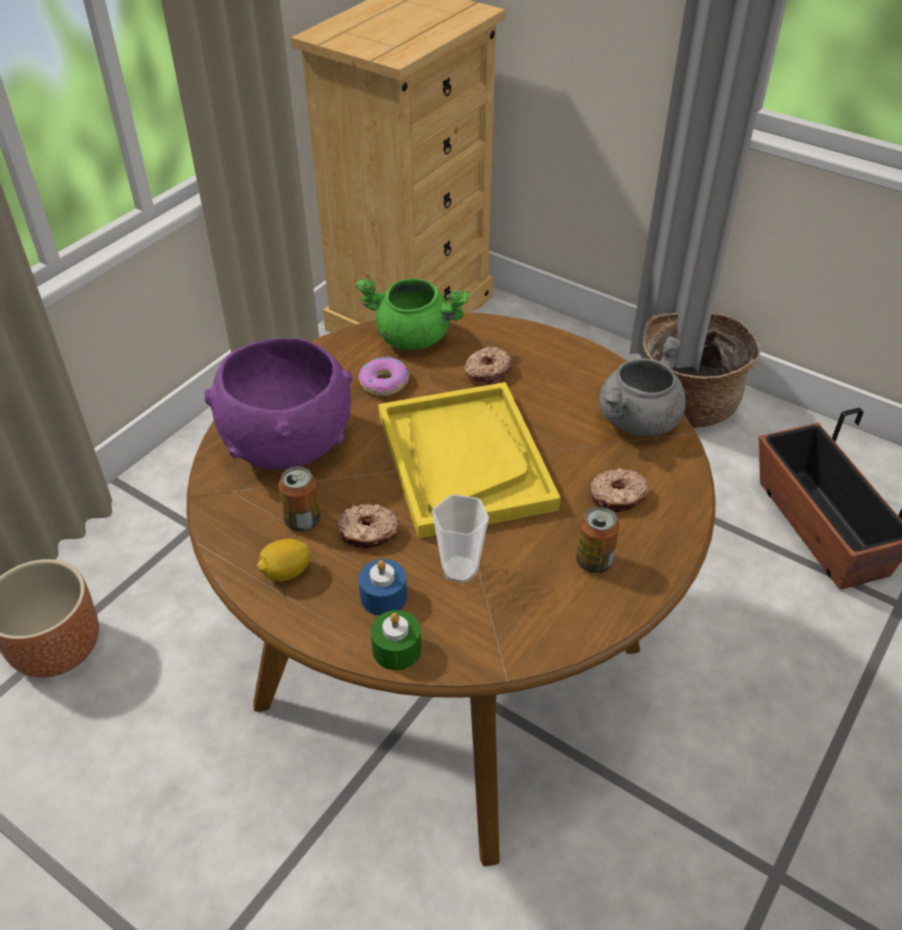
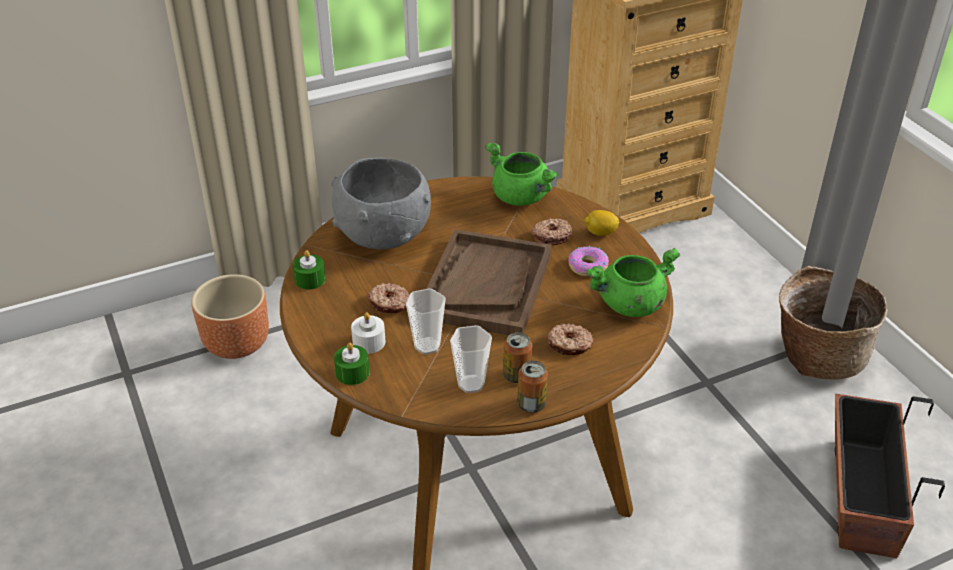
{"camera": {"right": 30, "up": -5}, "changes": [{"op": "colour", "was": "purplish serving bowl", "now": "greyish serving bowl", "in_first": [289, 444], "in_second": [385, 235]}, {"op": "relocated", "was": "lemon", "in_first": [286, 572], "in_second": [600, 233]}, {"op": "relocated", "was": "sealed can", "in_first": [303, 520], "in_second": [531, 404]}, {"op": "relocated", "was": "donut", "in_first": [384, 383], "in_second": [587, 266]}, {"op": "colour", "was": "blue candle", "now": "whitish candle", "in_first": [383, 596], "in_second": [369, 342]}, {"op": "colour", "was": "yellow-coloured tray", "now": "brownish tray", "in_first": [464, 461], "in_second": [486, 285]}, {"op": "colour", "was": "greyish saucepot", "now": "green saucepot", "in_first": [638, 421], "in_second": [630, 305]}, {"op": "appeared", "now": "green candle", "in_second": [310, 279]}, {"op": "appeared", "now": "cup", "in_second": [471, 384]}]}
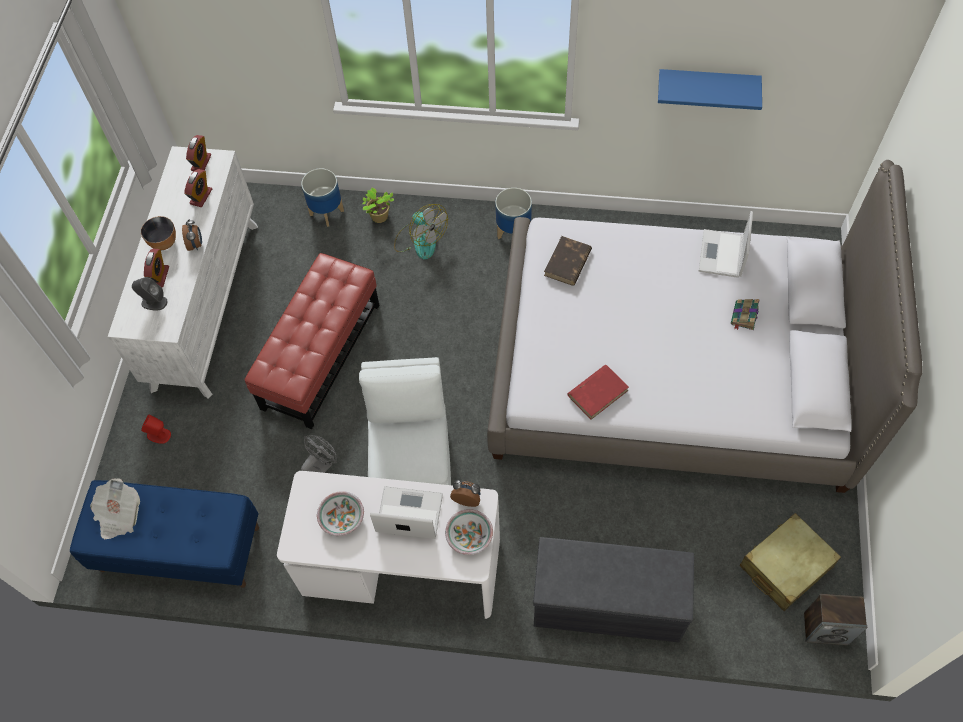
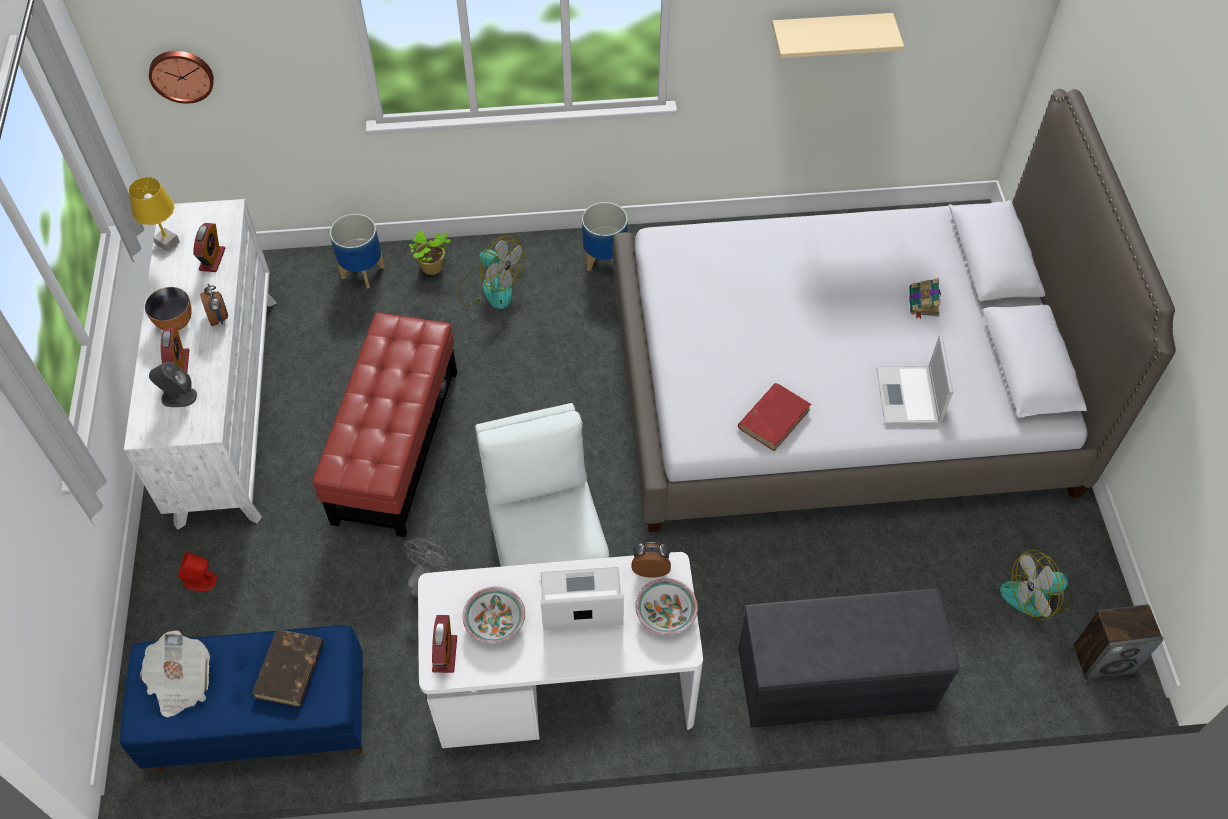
{"camera": {"right": -15, "up": -5}, "changes": [{"op": "relocated", "was": "alarm clock", "in_first": [201, 162], "in_second": [444, 654]}, {"op": "relocated", "was": "brownish volume", "in_first": [567, 263], "in_second": [289, 670]}, {"op": "colour", "was": "blue bracket shelf", "now": "beige-coloured bracket shelf", "in_first": [707, 85], "in_second": [829, 34]}, {"op": "relocated", "was": "portable computer", "in_first": [722, 255], "in_second": [908, 397]}, {"op": "exchanged", "was": "beige-coloured travel case", "now": "cooling fan", "in_first": [785, 566], "in_second": [1036, 595]}, {"op": "appeared", "now": "yellow-coloured table lamp", "in_second": [167, 243]}, {"op": "appeared", "now": "wall clock", "in_second": [181, 74]}]}
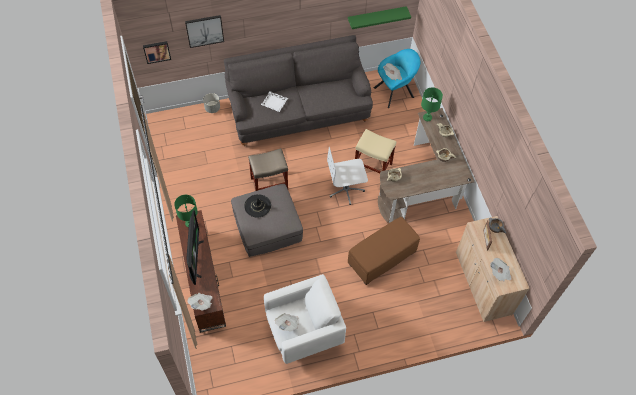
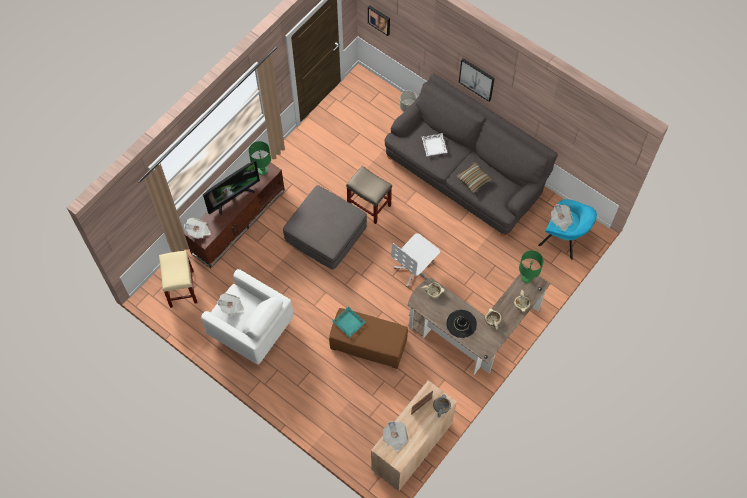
{"camera": {"right": 55, "up": 5}, "changes": [{"op": "relocated", "was": "wall art", "in_first": [204, 30], "in_second": [477, 79]}, {"op": "relocated", "was": "black-coloured hat", "in_first": [257, 206], "in_second": [461, 324]}, {"op": "spun", "was": "whitish computer chair", "in_first": [346, 189], "in_second": [415, 270], "clockwise": -90}, {"op": "missing", "was": "green bracket shelf", "in_first": [376, 17]}, {"op": "relocated", "was": "beige-coloured stool", "in_first": [372, 166], "in_second": [181, 288]}, {"op": "appeared", "now": "turquoise-coloured tray", "in_second": [349, 323]}, {"op": "appeared", "now": "throw pillow", "in_second": [474, 180]}]}
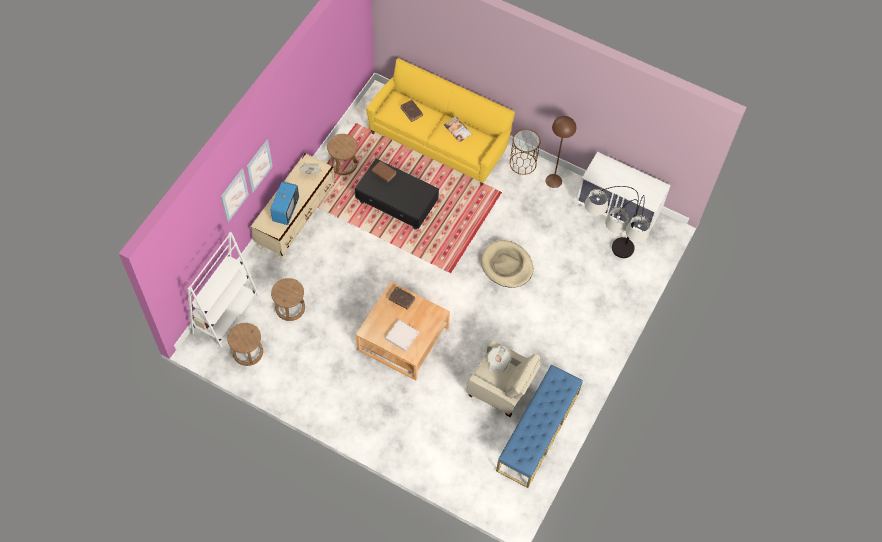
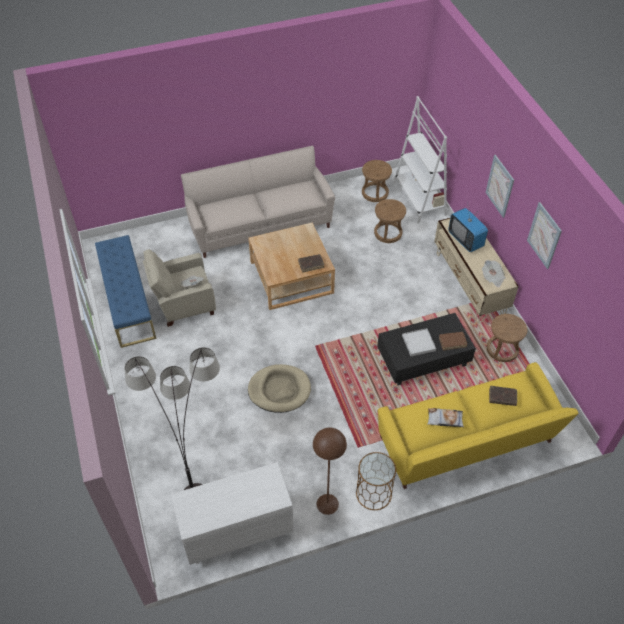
{"camera": {"right": 135, "up": -10}, "changes": [{"op": "relocated", "was": "wall art", "in_first": [234, 195], "in_second": [544, 235]}, {"op": "relocated", "was": "whitish tray", "in_first": [402, 336], "in_second": [418, 343]}, {"op": "appeared", "now": "beige-coloured couch", "in_second": [259, 223]}]}
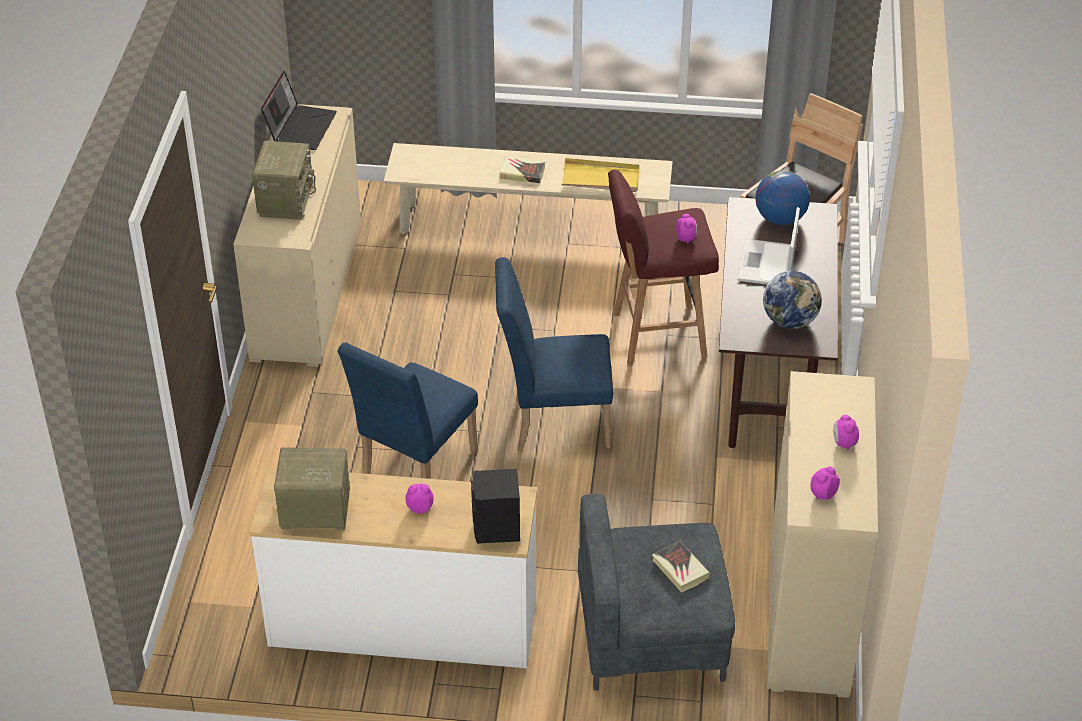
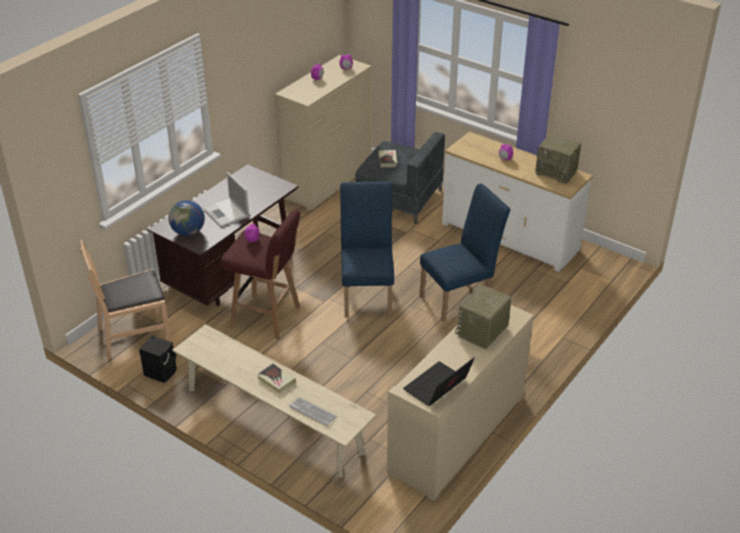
{"camera": {"right": -150, "up": -5}, "changes": [{"op": "relocated", "was": "black-coloured speaker", "in_first": [496, 529], "in_second": [161, 372]}, {"op": "spun", "was": "blue chair", "in_first": [553, 422], "in_second": [367, 294], "clockwise": -120}, {"op": "missing", "was": "yellow-coloured tray", "in_first": [601, 178]}, {"op": "spun", "was": "portable computer", "in_first": [767, 265], "in_second": [226, 213], "clockwise": 105}, {"op": "missing", "was": "world globe", "in_first": [790, 321]}, {"op": "appeared", "now": "keyboard", "in_second": [313, 411]}]}
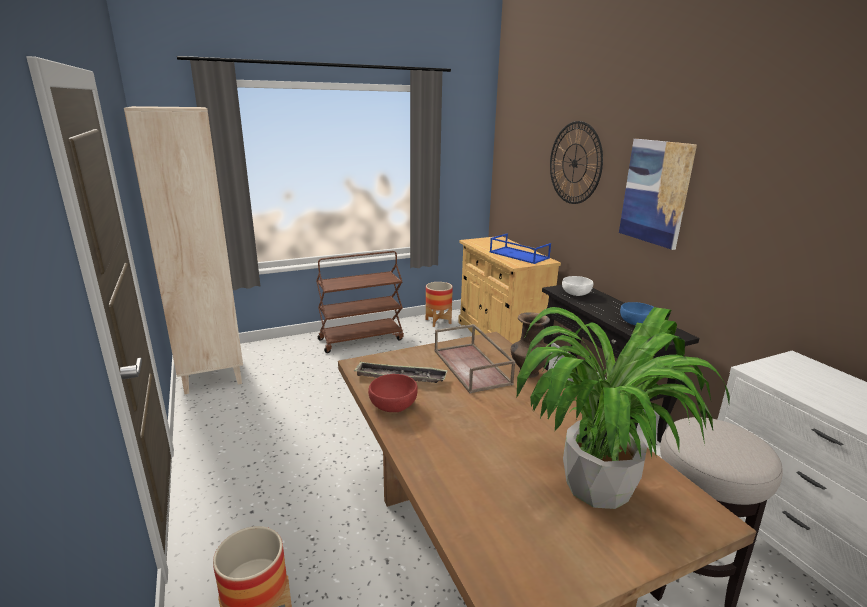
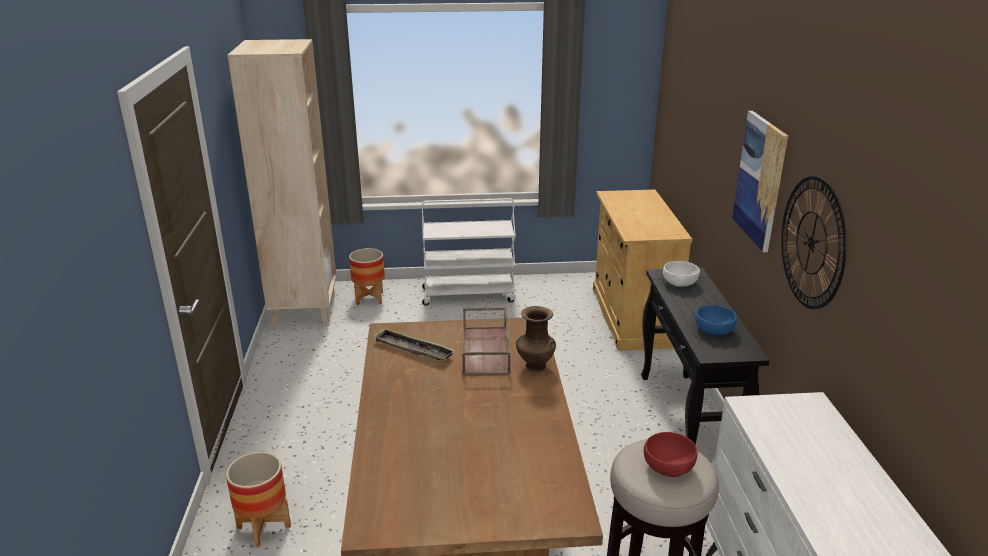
{"camera": {"right": 20, "up": 5}, "changes": [{"op": "colour", "was": "brownish trolley", "now": "whitish trolley", "in_first": [361, 339], "in_second": [469, 294]}, {"op": "relocated", "was": "red-coloured serving bowl", "in_first": [393, 404], "in_second": [668, 466]}, {"op": "relocated", "was": "plant pot", "in_first": [438, 321], "in_second": [369, 298]}, {"op": "missing", "was": "blue tray", "in_first": [518, 255]}, {"op": "missing", "was": "houseplant", "in_first": [597, 487]}, {"op": "relocated", "was": "wall clock", "in_first": [574, 163], "in_second": [812, 242]}]}
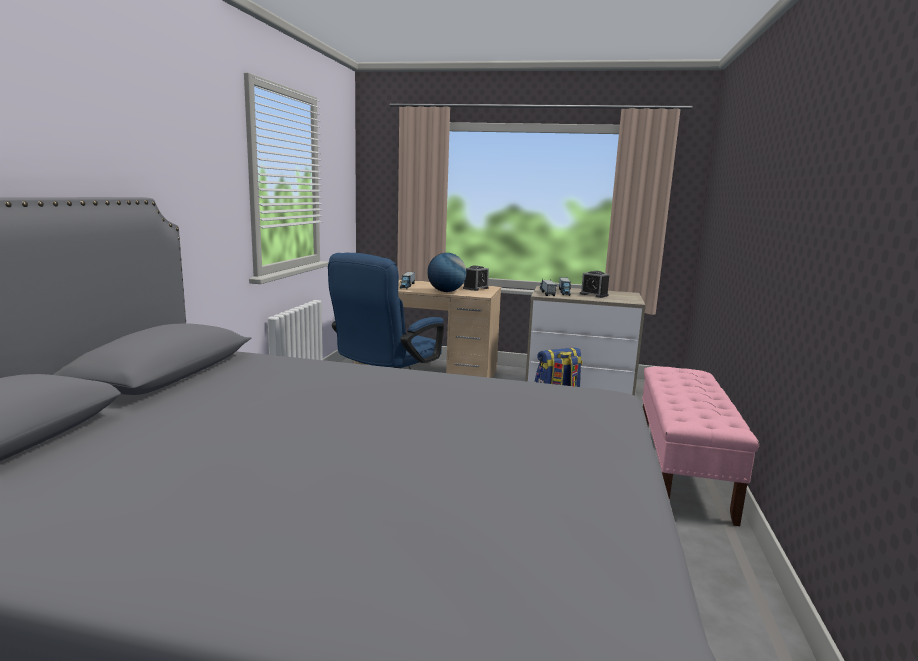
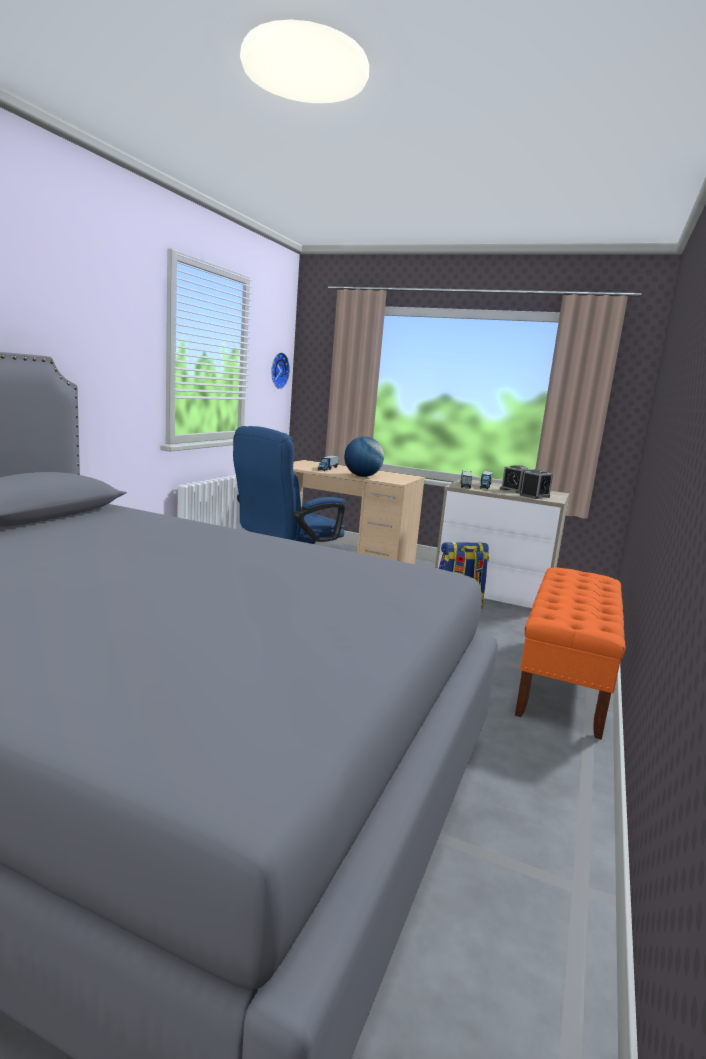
{"camera": {"right": 10, "up": 0}, "changes": [{"op": "relocated", "was": "alarm clock", "in_first": [475, 288], "in_second": [534, 496]}, {"op": "colour", "was": "pink-coloured indoor bench", "now": "orange-coloured indoor bench", "in_first": [682, 472], "in_second": [564, 680]}, {"op": "appeared", "now": "wall clock", "in_second": [278, 370]}]}
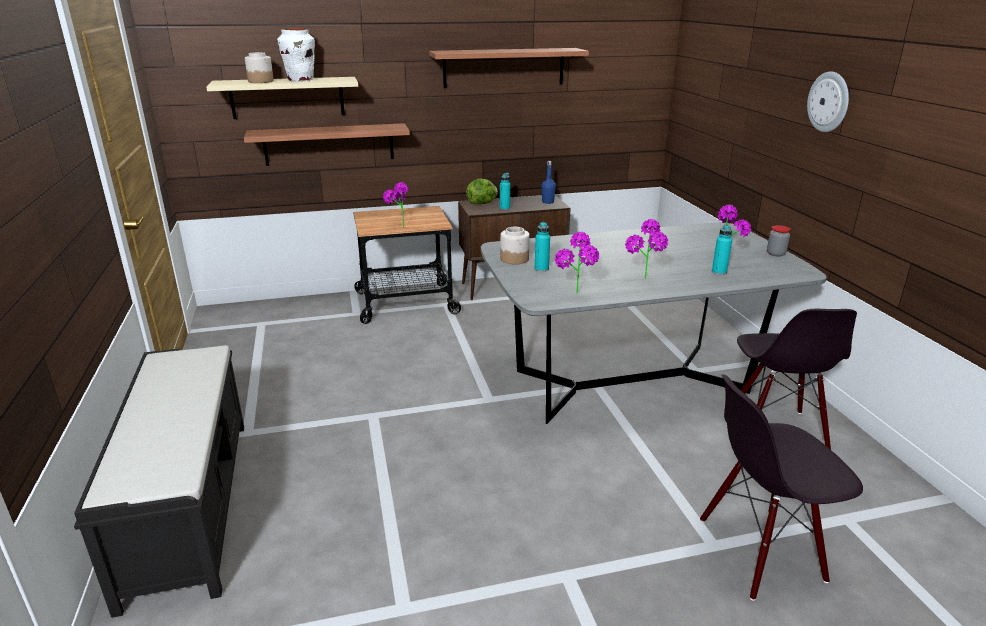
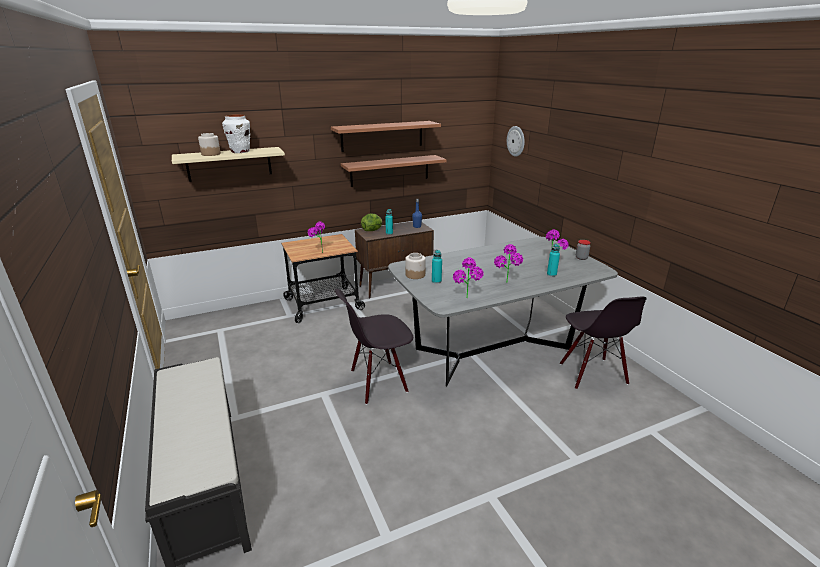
{"camera": {"right": -10, "up": 0}, "changes": [{"op": "relocated", "was": "bracket shelf", "in_first": [329, 144], "in_second": [390, 170]}, {"op": "relocated", "was": "black-coloured chair", "in_first": [760, 551], "in_second": [378, 382]}, {"op": "relocated", "was": "wall clock", "in_first": [829, 102], "in_second": [516, 141]}]}
